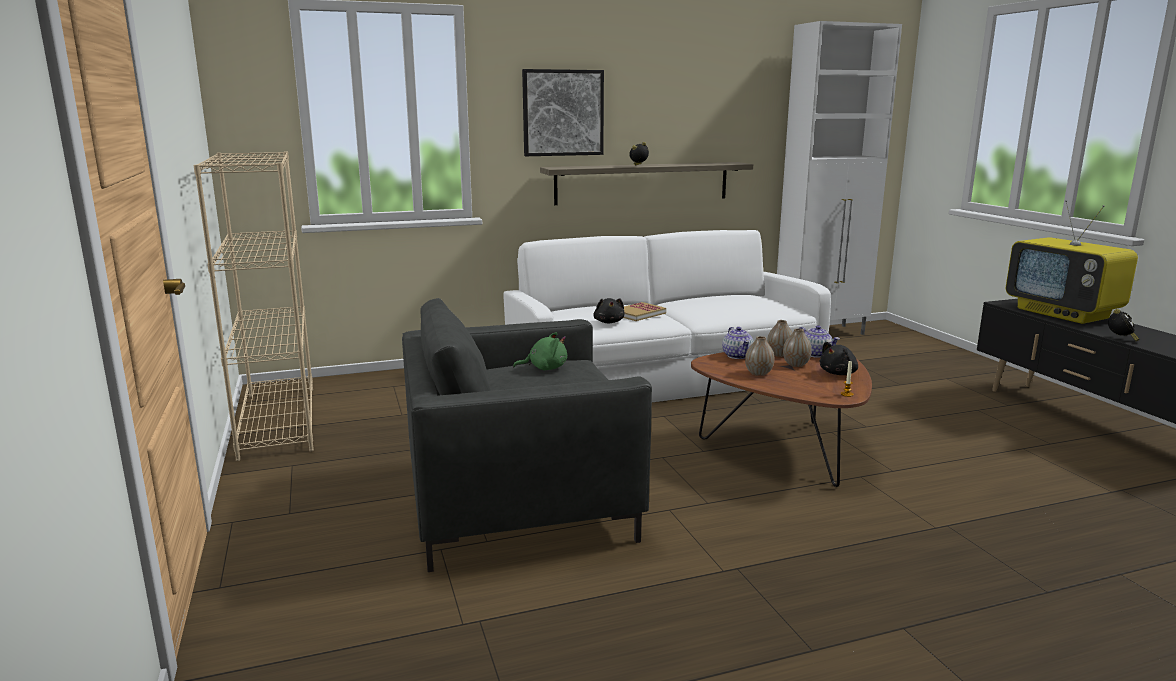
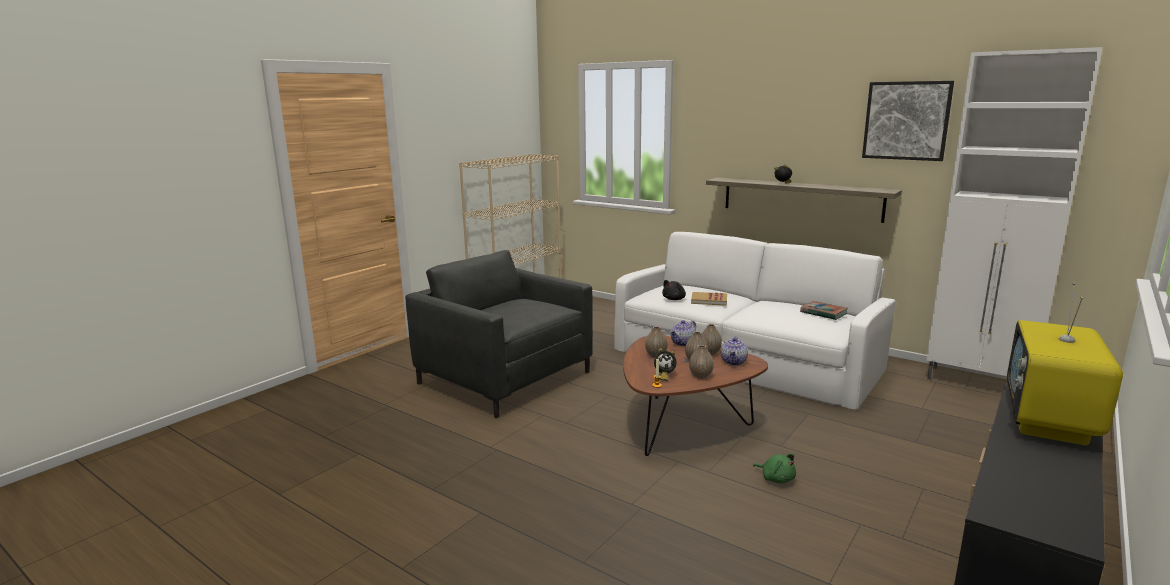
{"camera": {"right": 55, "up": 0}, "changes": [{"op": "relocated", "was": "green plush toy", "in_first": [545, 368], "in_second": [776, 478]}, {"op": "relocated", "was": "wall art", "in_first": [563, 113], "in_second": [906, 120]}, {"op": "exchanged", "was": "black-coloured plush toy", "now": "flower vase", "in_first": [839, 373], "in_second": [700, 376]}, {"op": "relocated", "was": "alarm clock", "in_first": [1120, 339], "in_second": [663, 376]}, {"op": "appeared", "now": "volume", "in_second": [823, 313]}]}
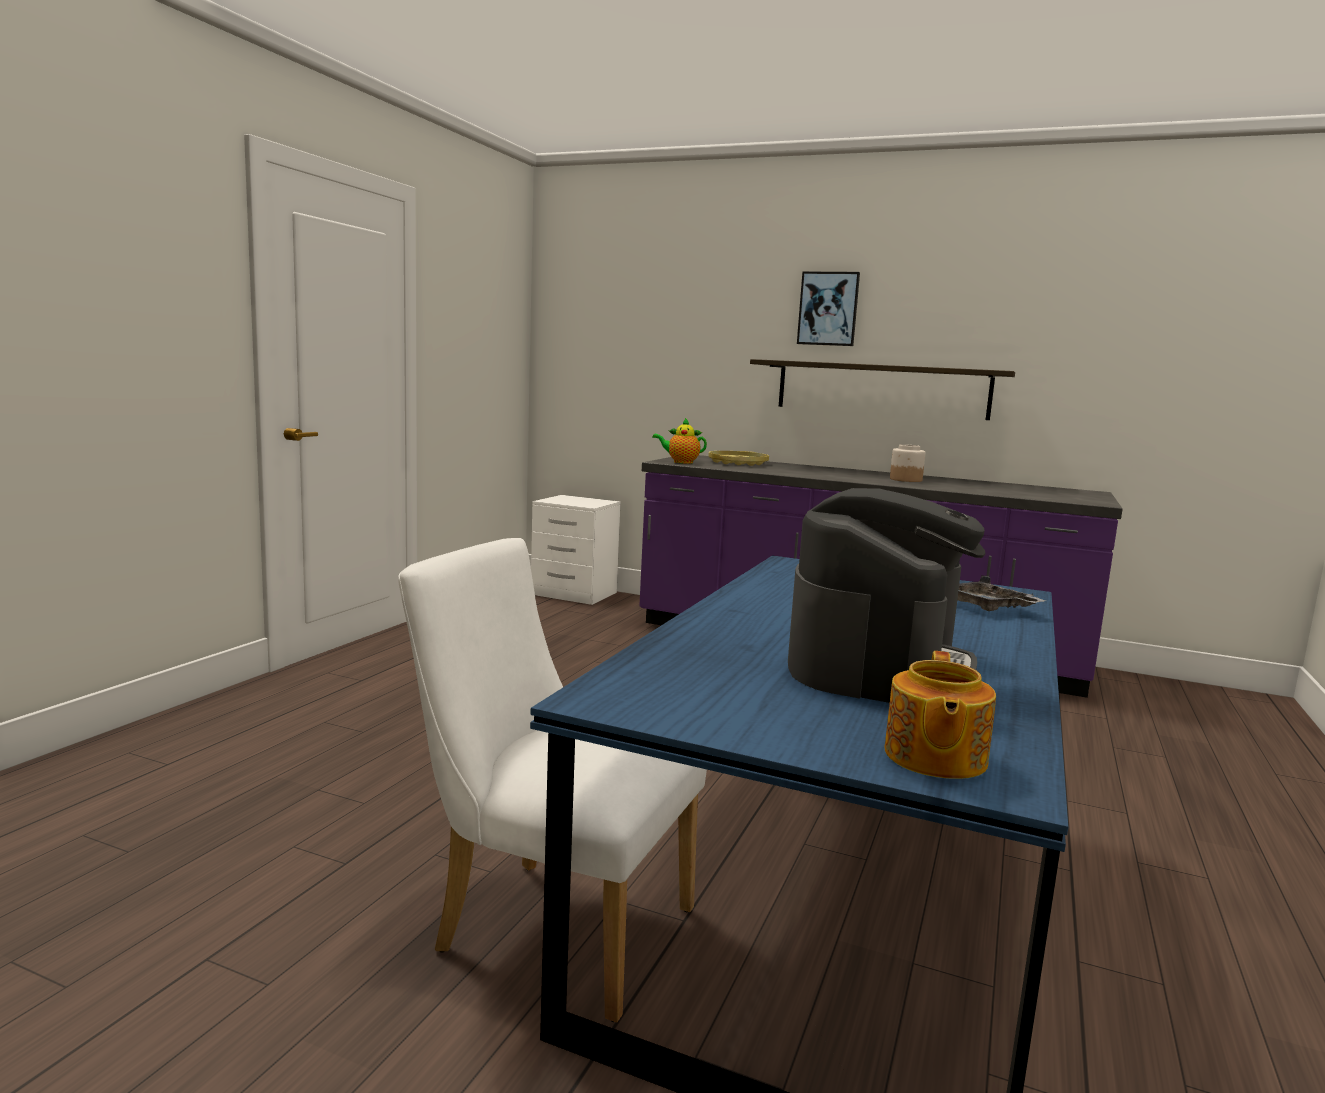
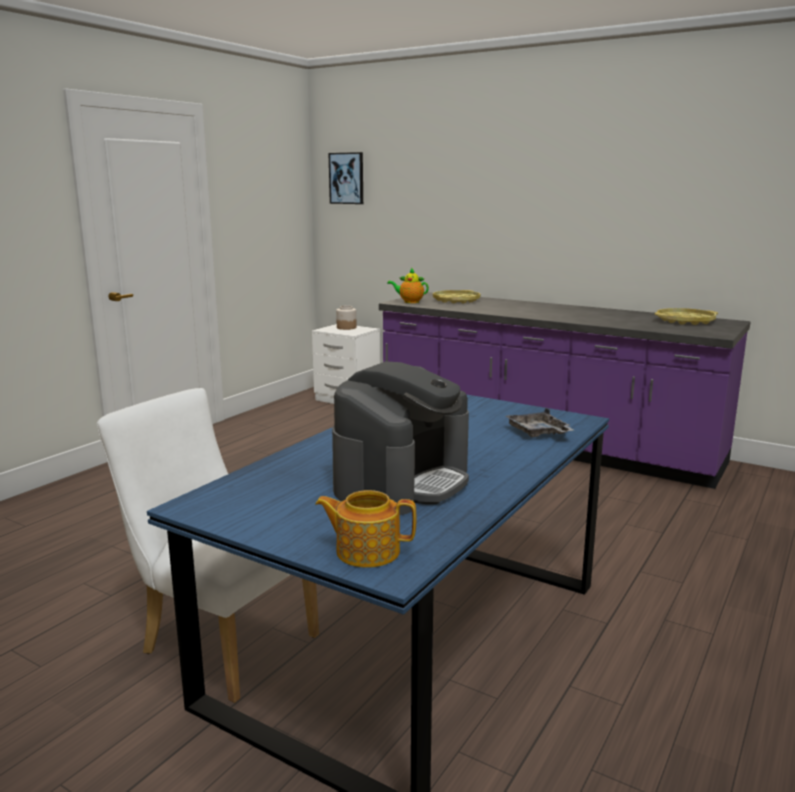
{"camera": {"right": 10, "up": 5}, "changes": [{"op": "missing", "was": "bracket shelf", "in_first": [882, 389]}, {"op": "relocated", "was": "wall art", "in_first": [828, 309], "in_second": [347, 178]}, {"op": "spun", "was": "tea pot", "in_first": [933, 757], "in_second": [366, 551], "clockwise": 75}, {"op": "relocated", "was": "preserve jar", "in_first": [905, 480], "in_second": [346, 327]}, {"op": "appeared", "now": "yellow-coloured tray", "in_second": [685, 321]}]}
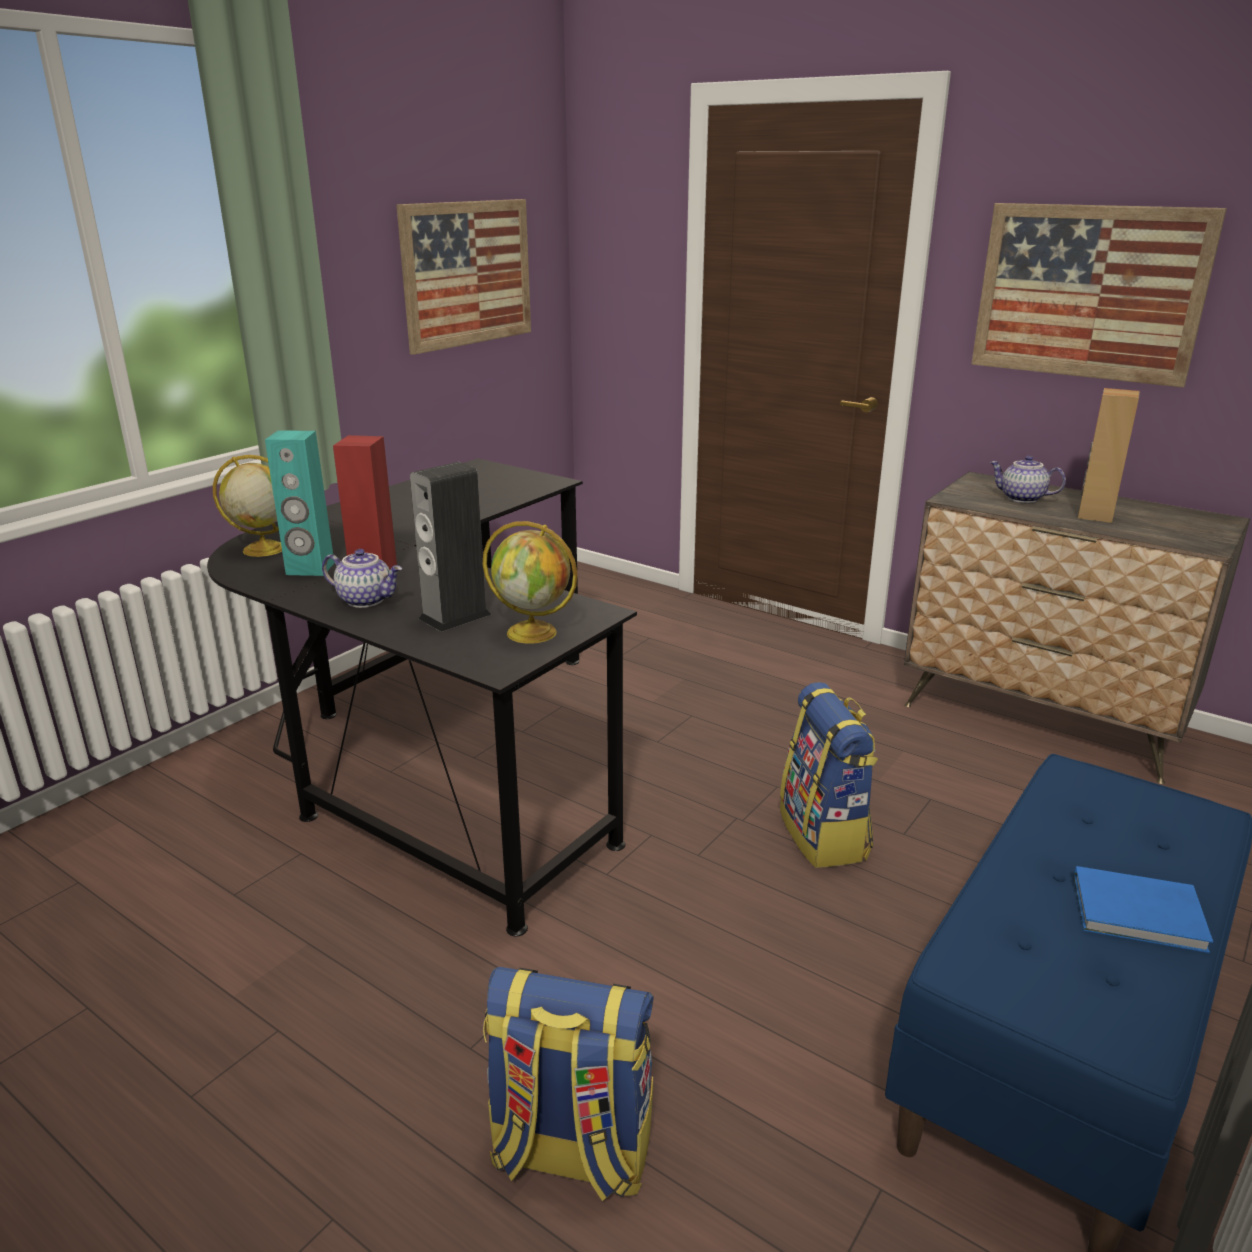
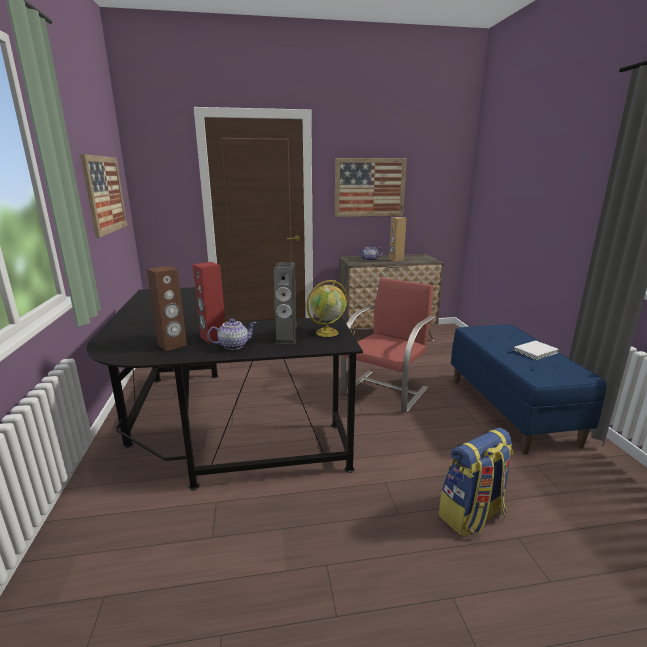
{"camera": {"right": -45, "up": -5}, "changes": [{"op": "missing", "was": "world globe", "in_first": [262, 549]}, {"op": "colour", "was": "turquoise-coloured speaker", "now": "brownish speaker", "in_first": [310, 569], "in_second": [172, 345]}, {"op": "exchanged", "was": "rucksack", "now": "red-coloured chair", "in_first": [825, 835], "in_second": [386, 390]}, {"op": "colour", "was": "blue volume", "now": "whitish volume", "in_first": [1142, 915], "in_second": [536, 351]}]}
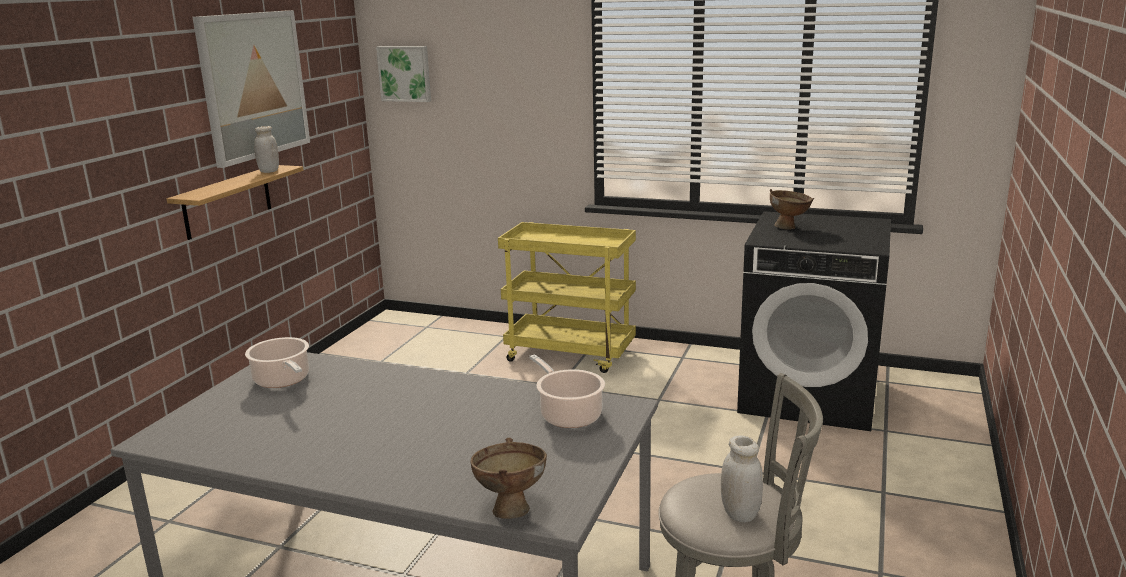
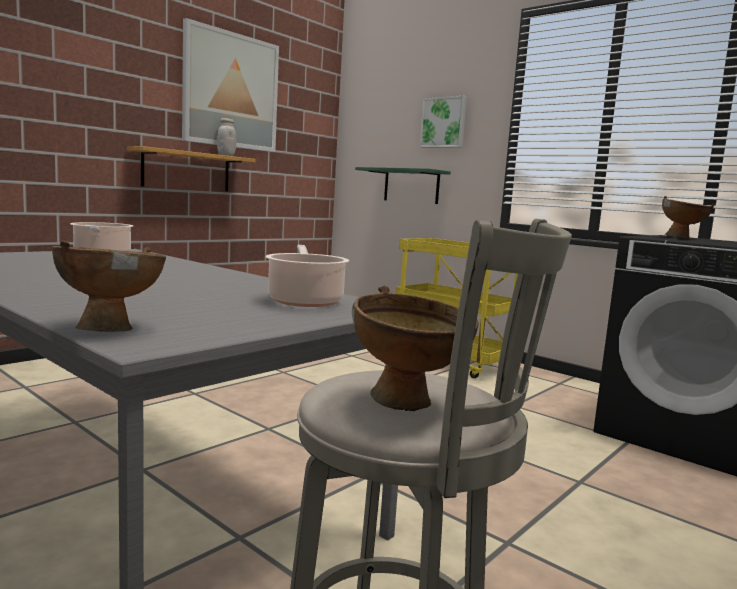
{"camera": {"right": 20, "up": -10}, "changes": [{"op": "relocated", "was": "wall art", "in_first": [405, 73], "in_second": [444, 123]}, {"op": "exchanged", "was": "whitish preserve jar", "now": "brownish serving bowl", "in_first": [740, 514], "in_second": [410, 405]}, {"op": "appeared", "now": "green bracket shelf", "in_second": [411, 186]}]}
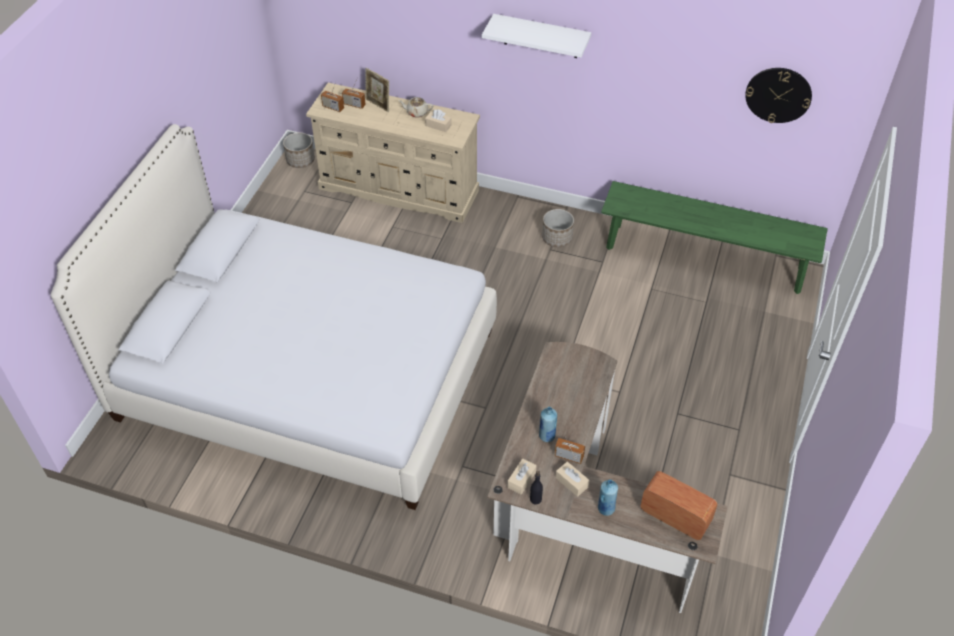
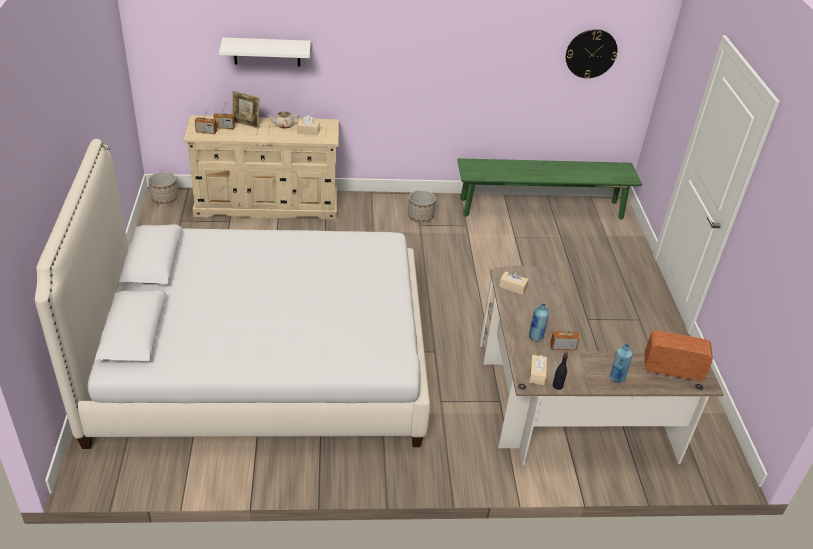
{"camera": {"right": -25, "up": -10}, "changes": [{"op": "relocated", "was": "whitish bracket shelf", "in_first": [541, 36], "in_second": [267, 52]}, {"op": "relocated", "was": "beige-coloured tissue box", "in_first": [571, 482], "in_second": [513, 287]}]}
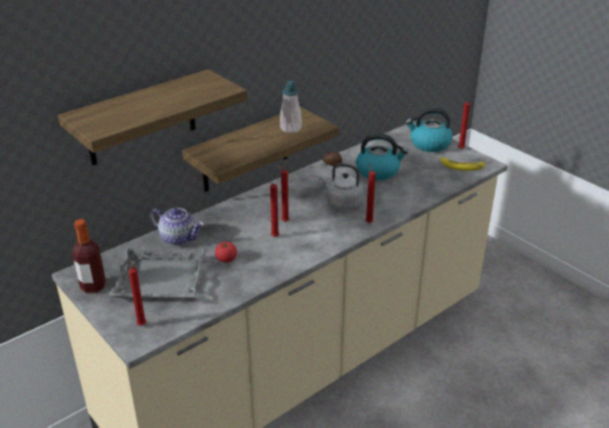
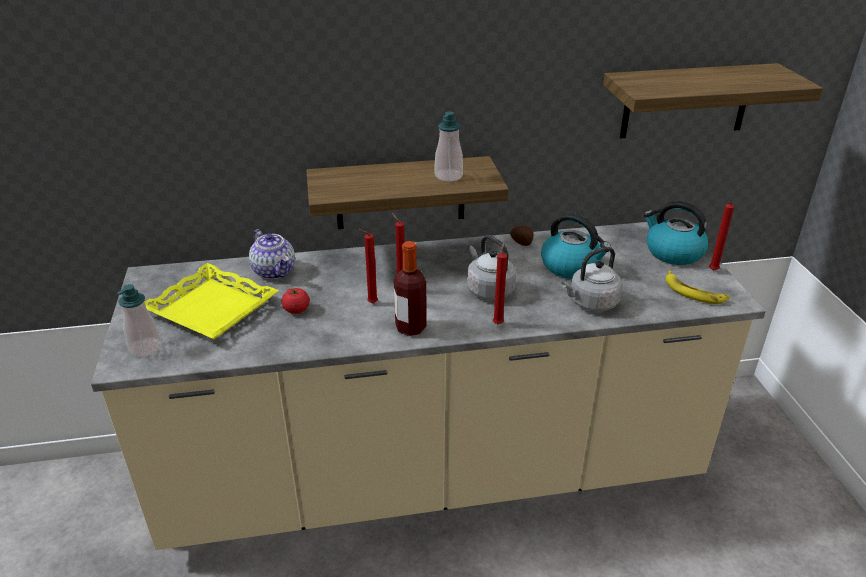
{"camera": {"right": 30, "up": 0}, "changes": [{"op": "relocated", "was": "bracket shelf", "in_first": [141, 118], "in_second": [686, 101]}, {"op": "relocated", "was": "beverage bottle", "in_first": [93, 286], "in_second": [410, 327]}, {"op": "colour", "was": "greyish tray", "now": "yellow-coloured tray", "in_first": [161, 279], "in_second": [212, 308]}, {"op": "exchanged", "was": "red-coloured candle", "now": "soap dispenser", "in_first": [142, 324], "in_second": [145, 348]}, {"op": "appeared", "now": "greyish kettle", "in_second": [591, 303]}]}
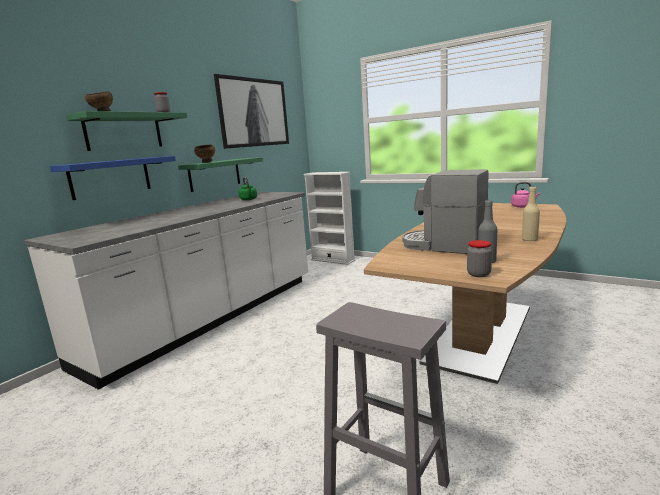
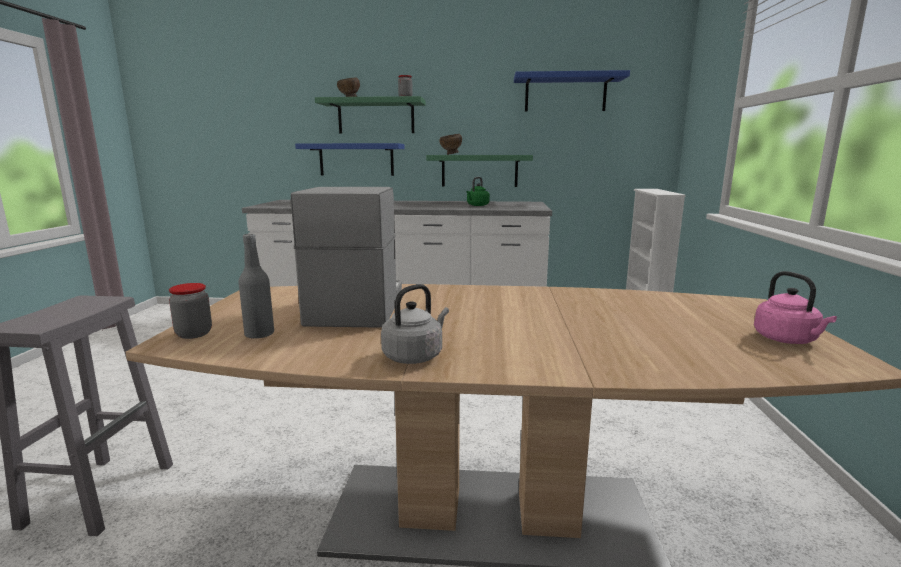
{"camera": {"right": 60, "up": 0}, "changes": [{"op": "exchanged", "was": "wall art", "now": "blue bracket shelf", "in_first": [254, 112], "in_second": [565, 94]}, {"op": "exchanged", "was": "beige-coloured beverage bottle", "now": "greyish kettle", "in_first": [529, 240], "in_second": [415, 356]}]}
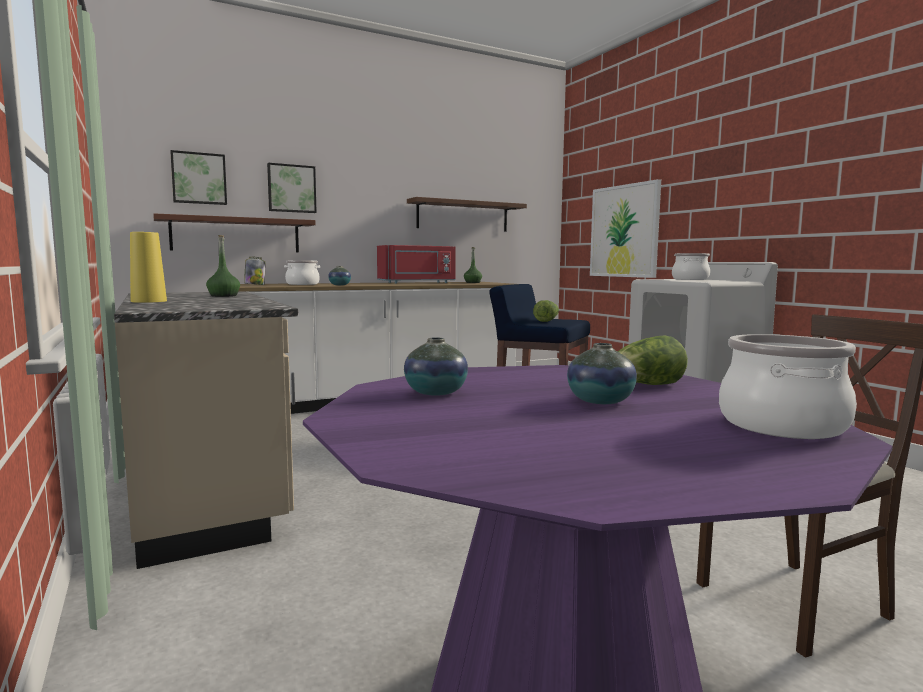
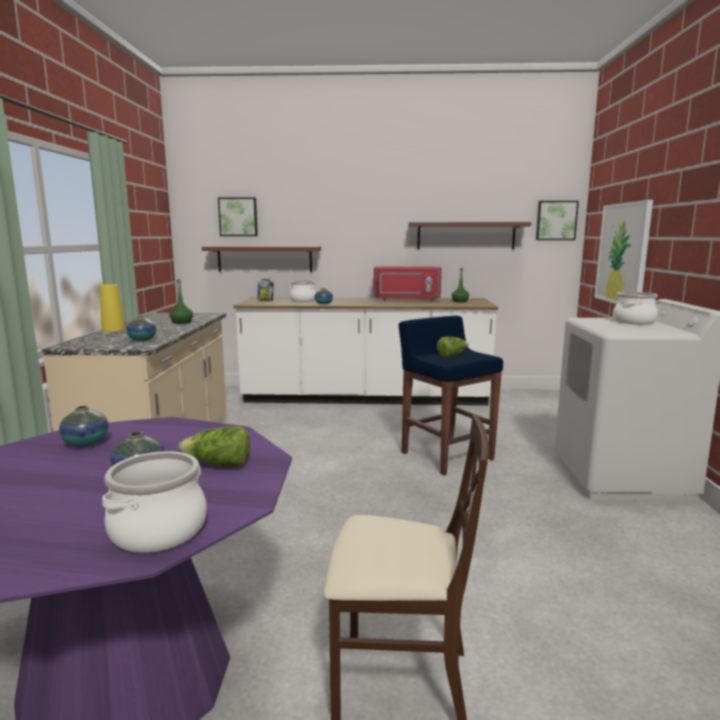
{"camera": {"right": 30, "up": 5}, "changes": [{"op": "relocated", "was": "wall art", "in_first": [291, 188], "in_second": [556, 220]}, {"op": "appeared", "now": "flower vase", "in_second": [142, 340]}]}
